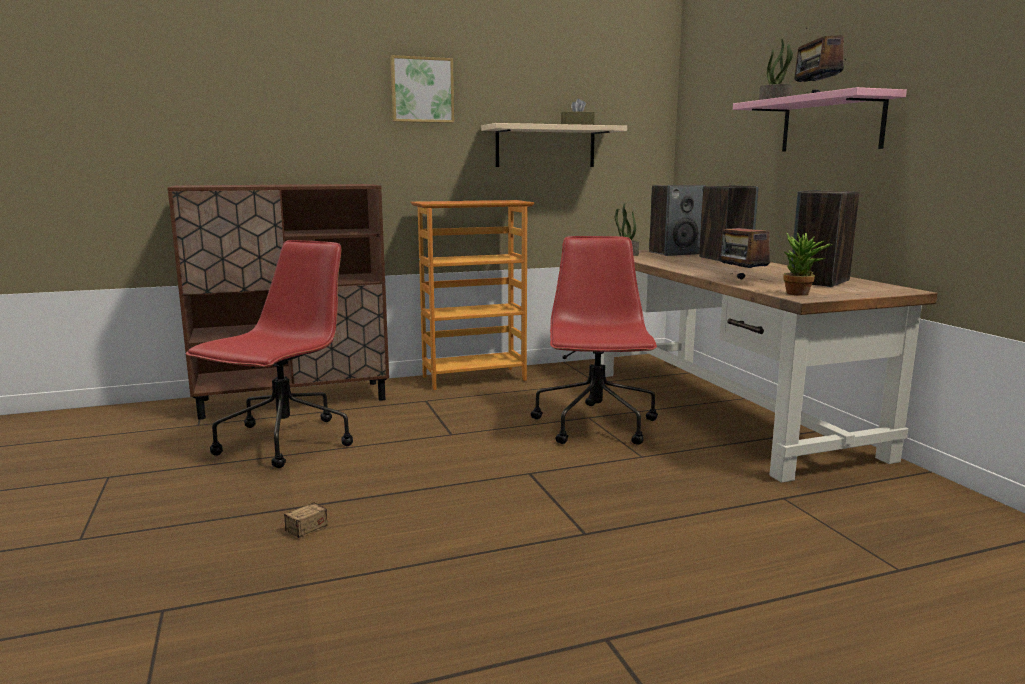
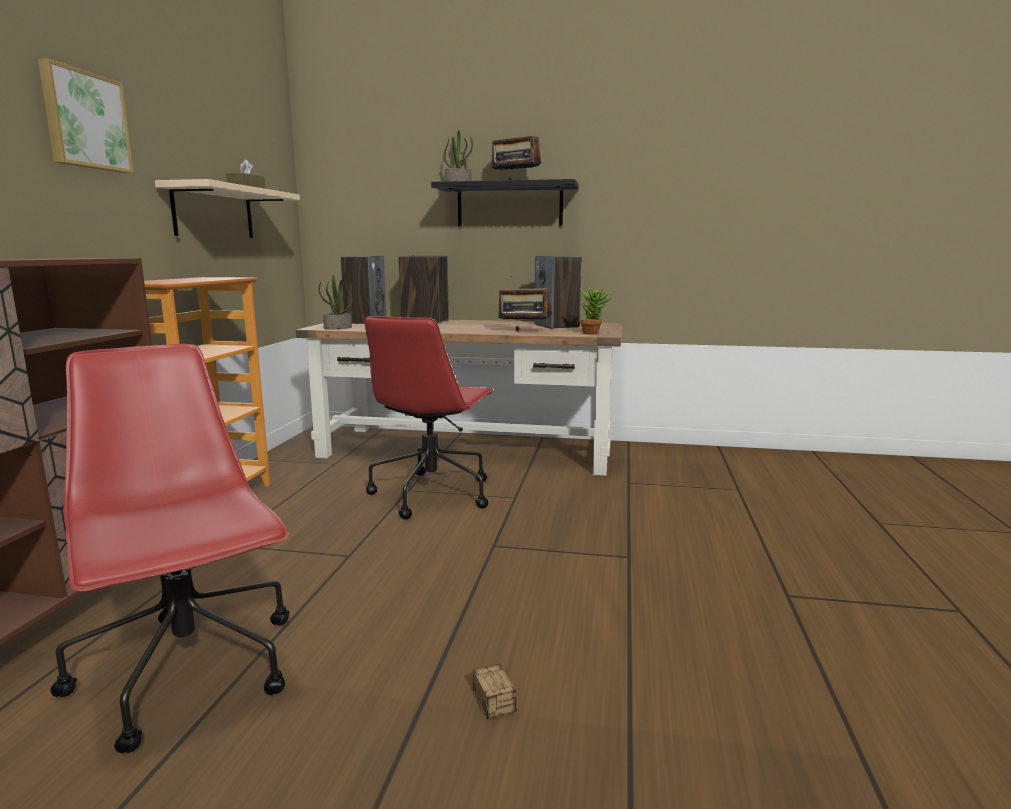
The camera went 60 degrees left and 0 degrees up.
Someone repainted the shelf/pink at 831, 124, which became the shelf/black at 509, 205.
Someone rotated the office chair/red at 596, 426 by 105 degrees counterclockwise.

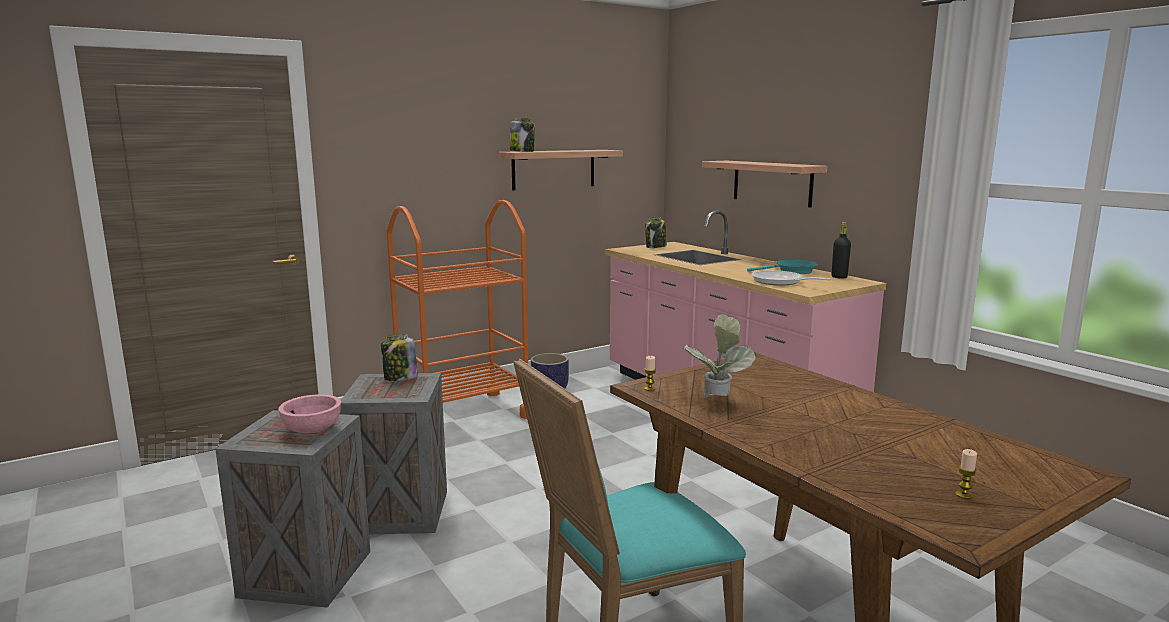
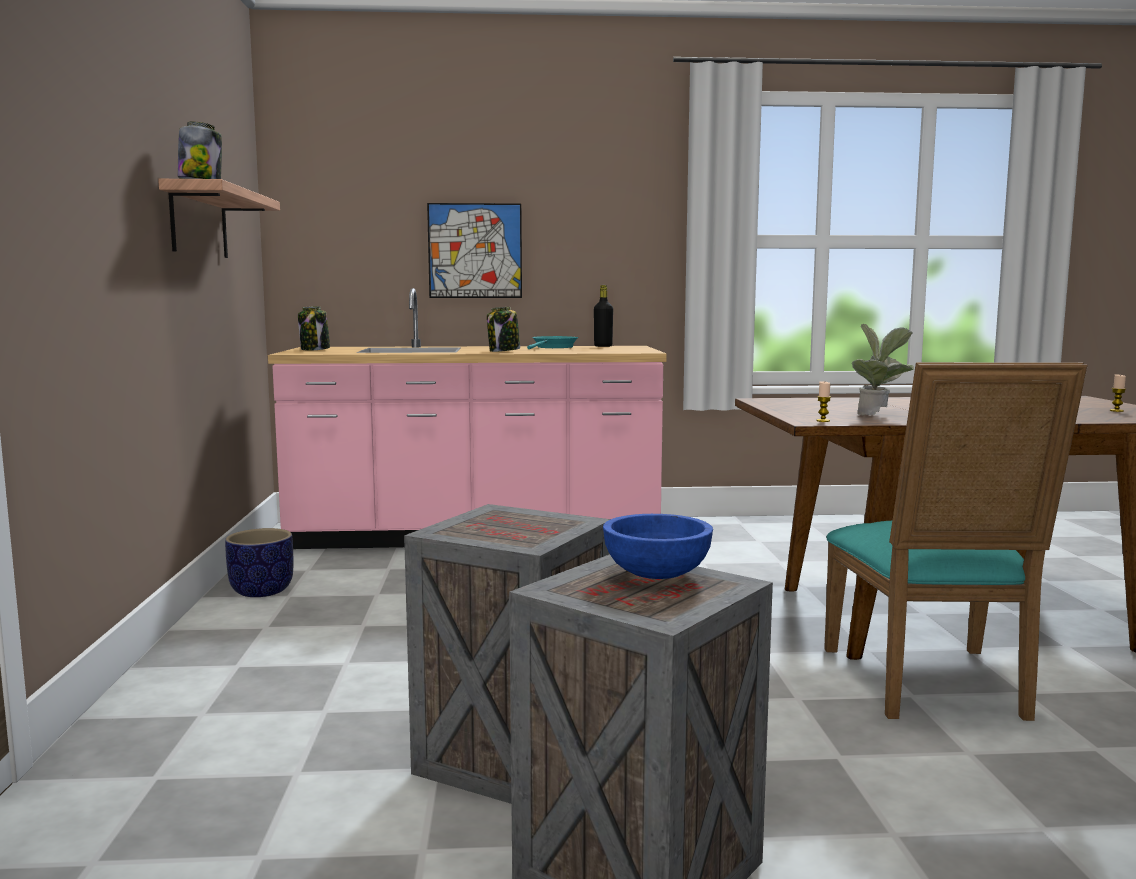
The camera went 60 degrees left and 5 degrees down.
Someone swapped the shelf at 772, 183 for the picture at 475, 251.
Someone took away the cart/orange at 463, 415.
Someone took away the frying pan at 780, 282.
Someone carried the jar from 400, 378 to 504, 351.
Someone repainted the bowl/pink at 312, 429, which became the bowl/blue at 656, 575.

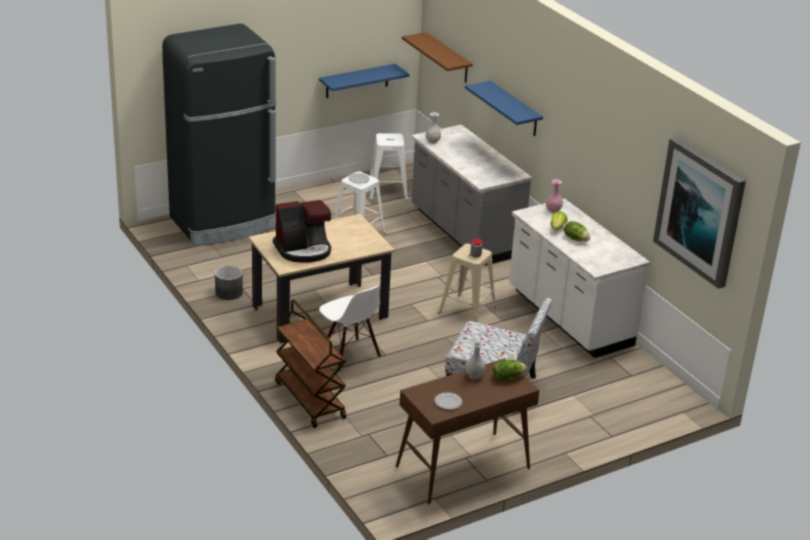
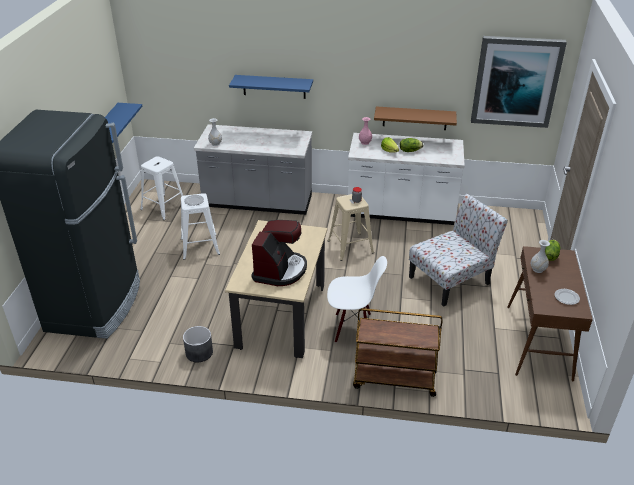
The camera went 50 degrees left and 5 degrees up.
Someone carried the shelf/brown from 448, 58 to 414, 118.

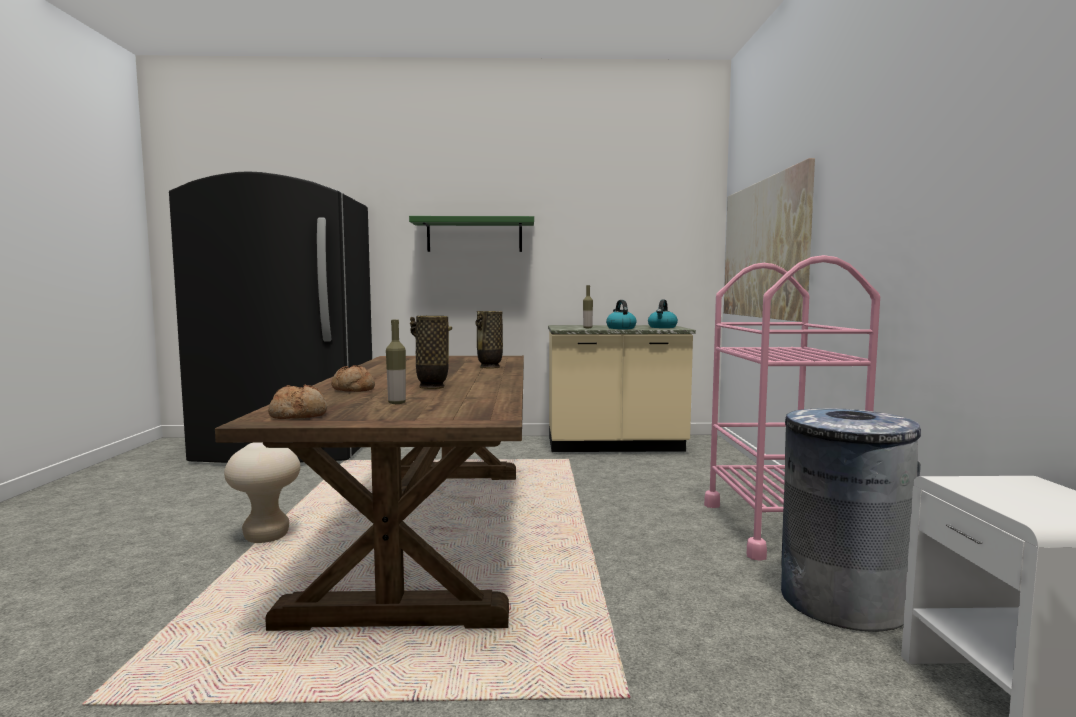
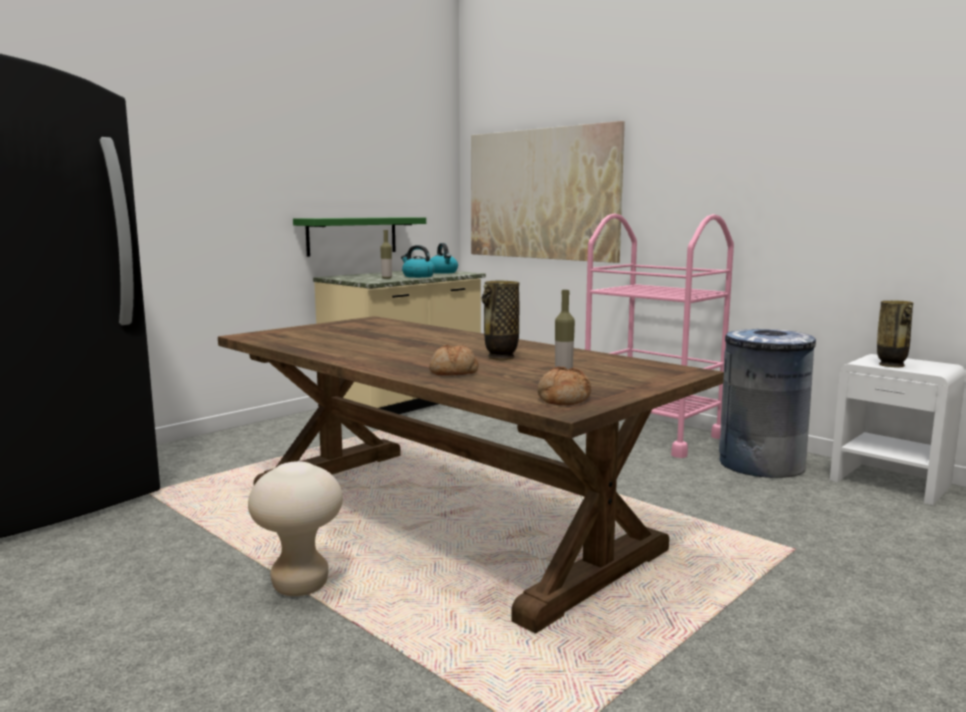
The camera went 45 degrees left and 5 degrees up.
Someone carried the shelf/green from 474, 235 to 352, 236.
Someone carried the vase from 489, 367 to 891, 365.

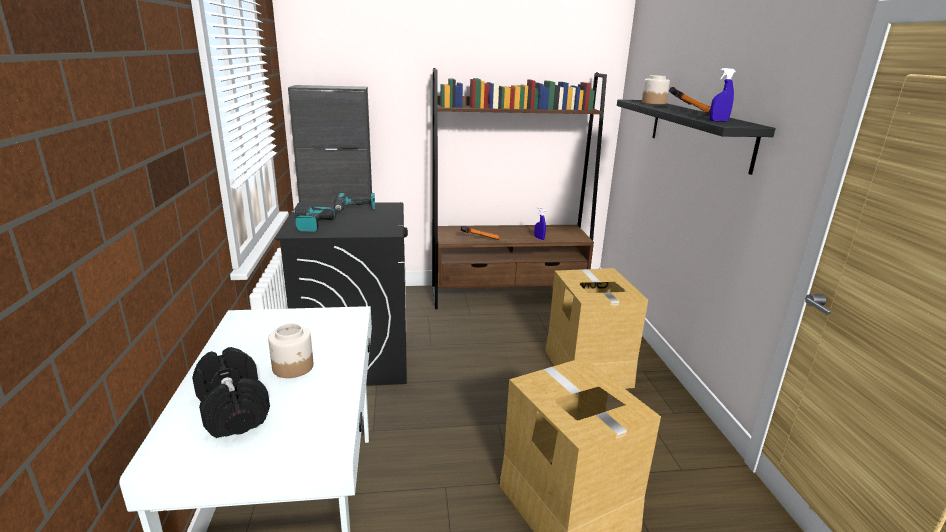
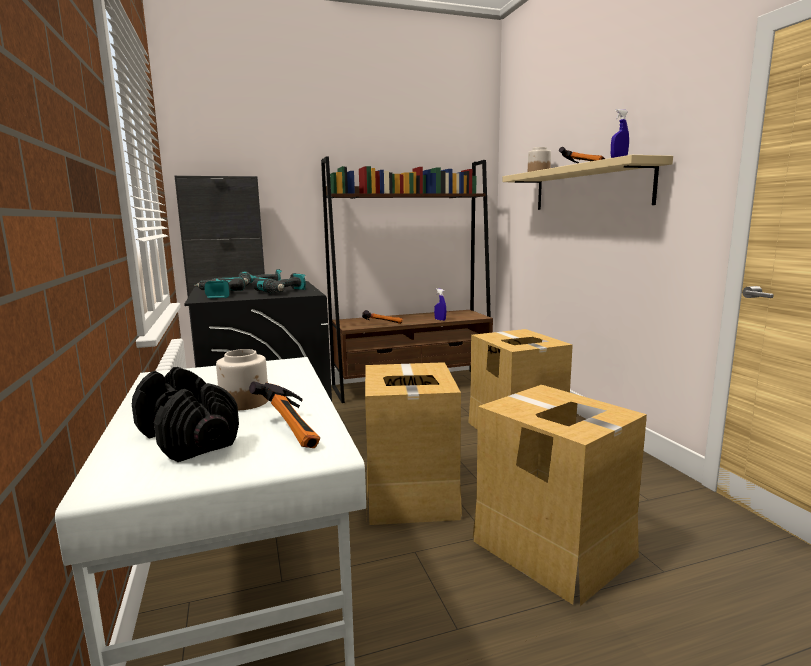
The camera went 10 degrees left and 10 degrees down.
Someone repainted the shelf/black at 698, 132, which became the shelf/beige at 589, 188.
Someone put down the power drill at 284, 292.
Someone put down the cardboard box at 409, 493.
Someone put down the hammer at 295, 430.

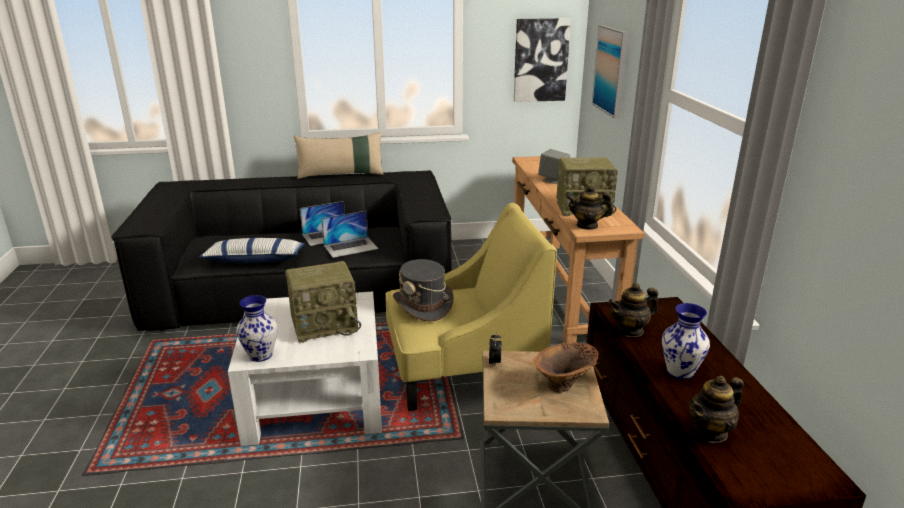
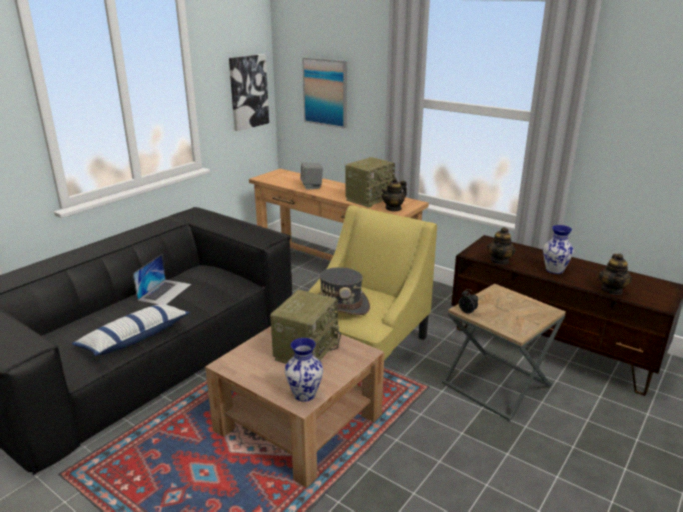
The camera went 45 degrees left and 0 degrees up.
Someone took away the pillow/beige at 341, 175.
Someone took away the laptop at 351, 247.
Someone repainted the coffee table/white at 315, 397, which became the coffee table/brown at 299, 423.
Someone took away the vase/brown at 565, 385.

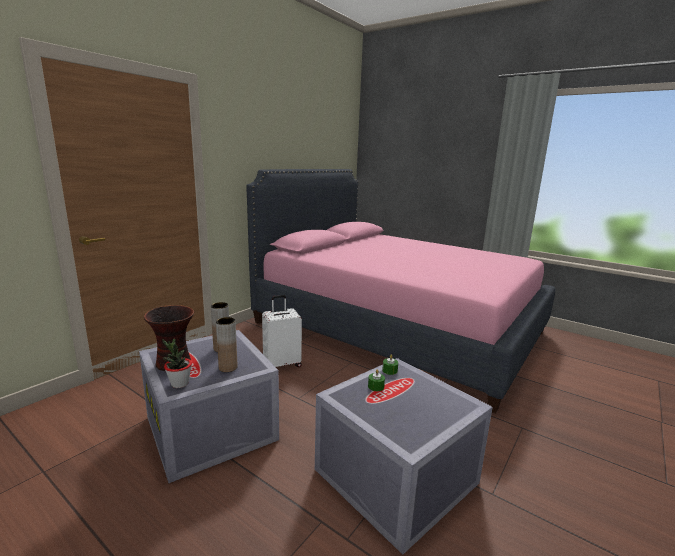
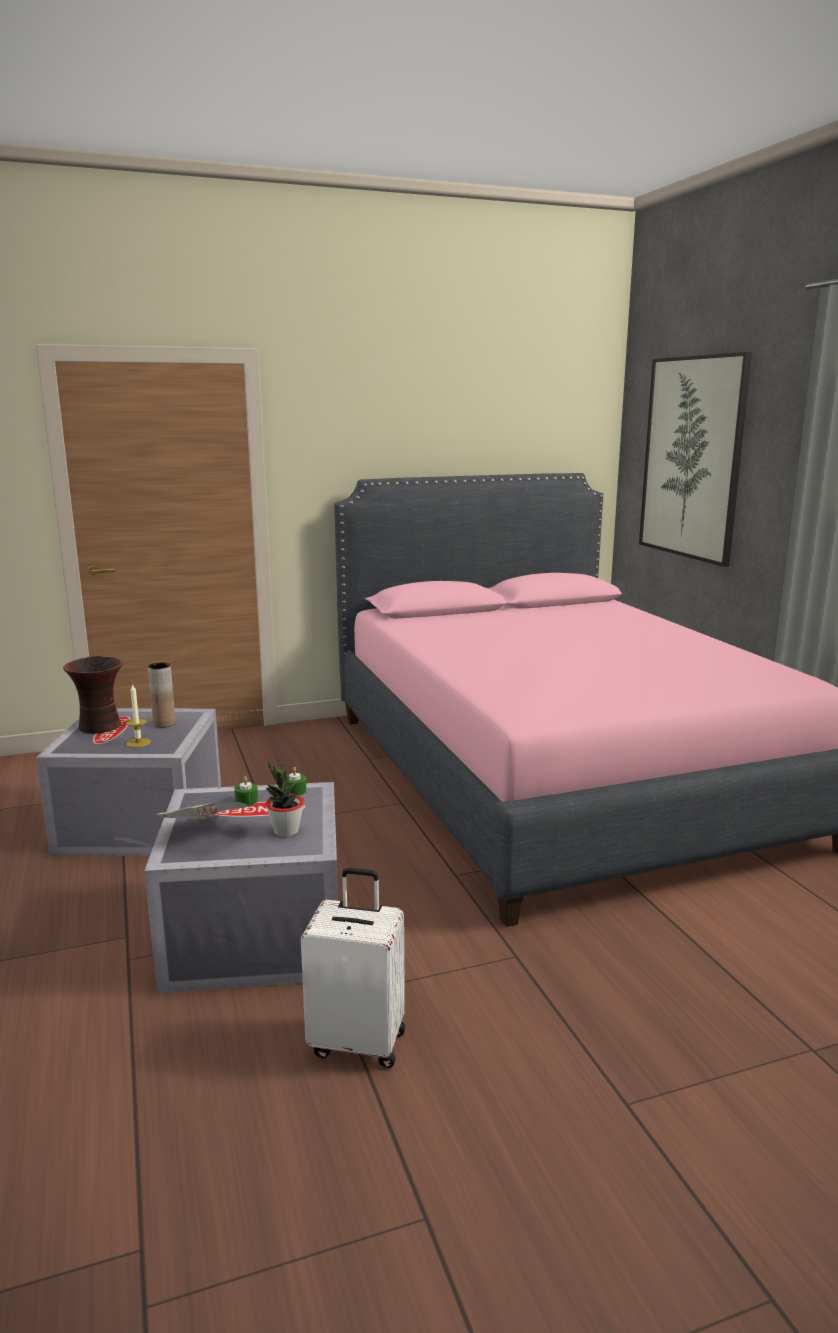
The camera went 35 degrees right and 0 degrees up.
Someone carried the suitcase/white from 282, 364 to 358, 1041.
Someone swapped the vase/brown at 228, 367 for the candle at 138, 743.
Someone carried the potted plant from 179, 384 to 286, 831.
Someone put up the picture at 692, 458.
Someone put down the newspaper at 205, 833.

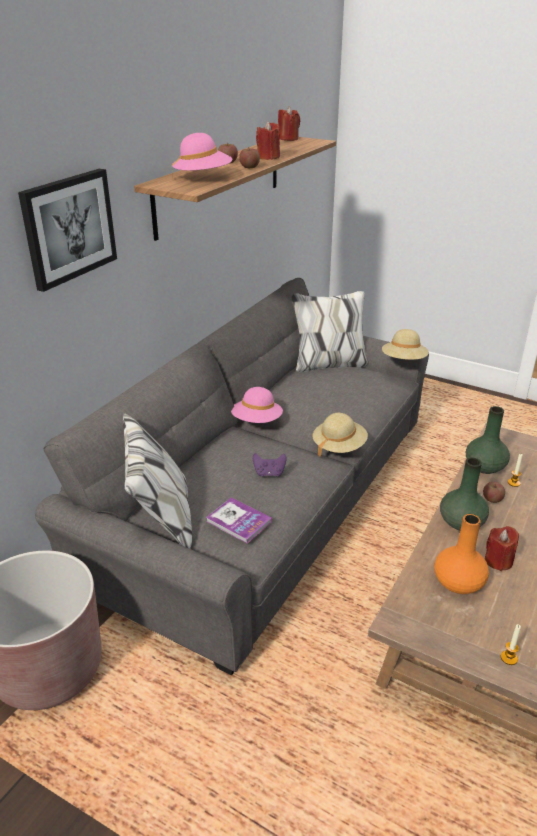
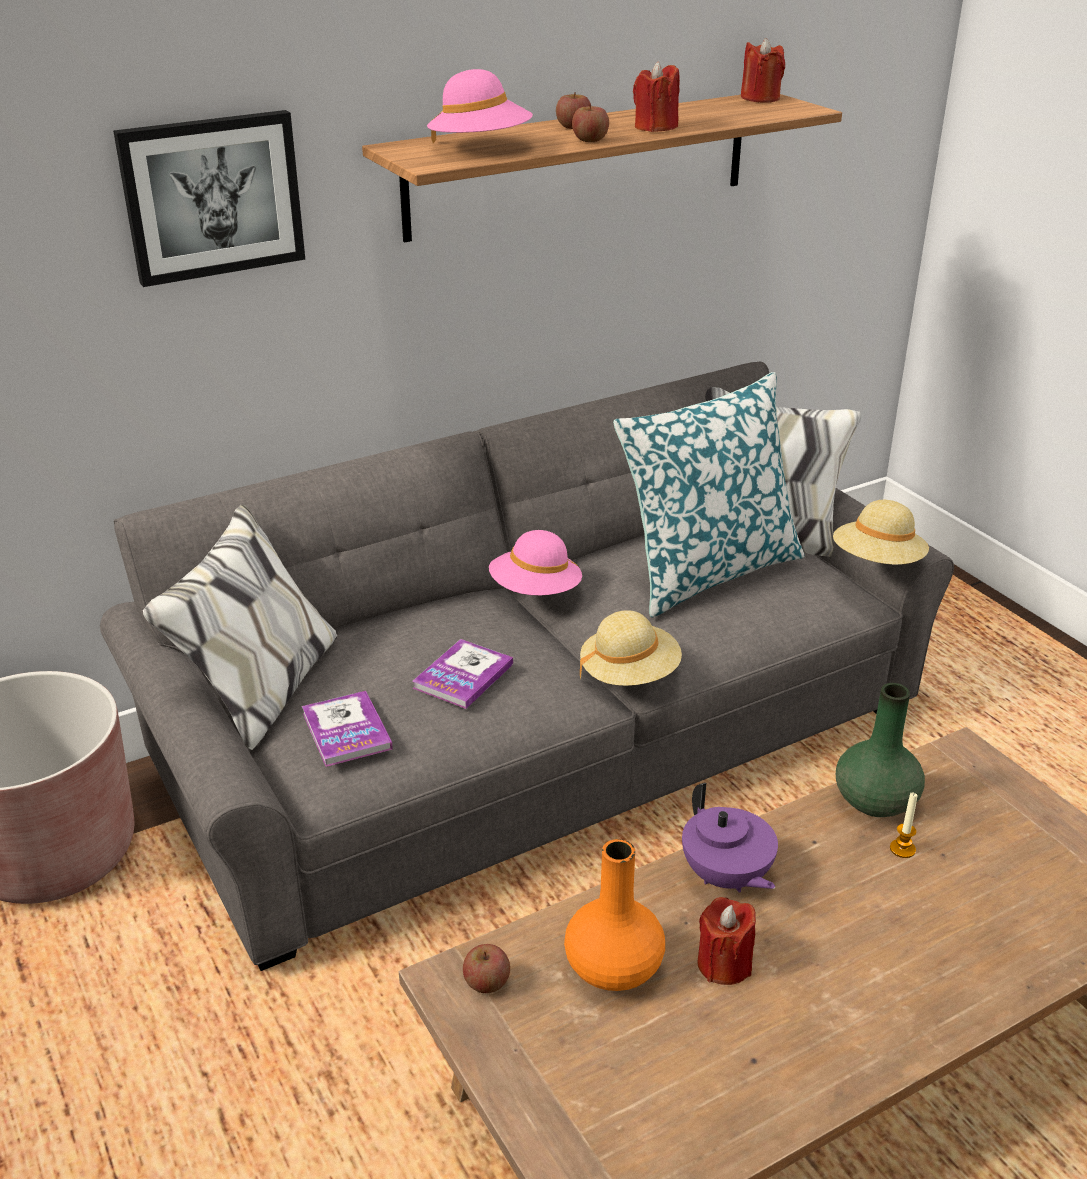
The camera went 30 degrees right and 0 degrees up.
Someone swapped the game controller/purple at 269, 473 for the book at 463, 676.
Someone swapped the vase/green at 461, 523 for the teapot/purple at 726, 877.
Someone carried the apple from 492, 499 to 486, 982.
Someone took away the candle at 509, 658.
Someone put down the pillow at 707, 571.

